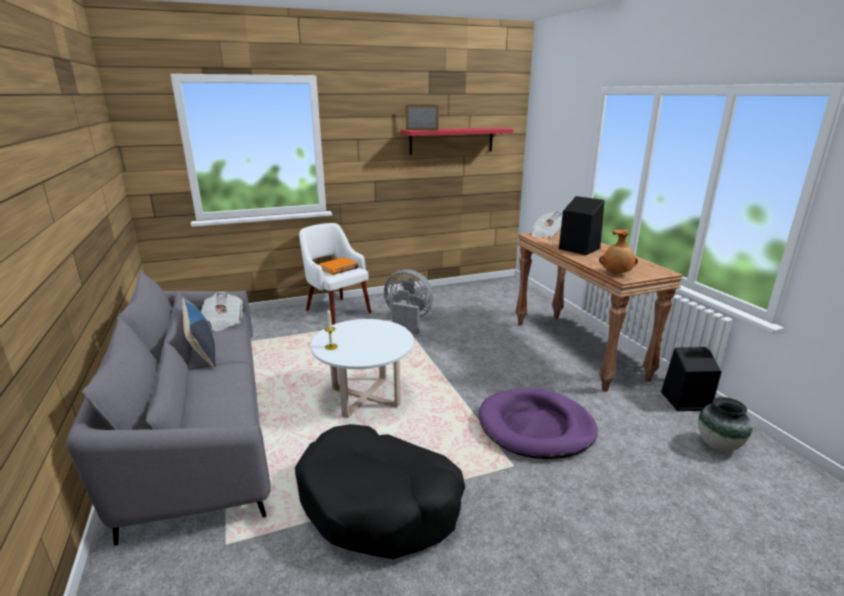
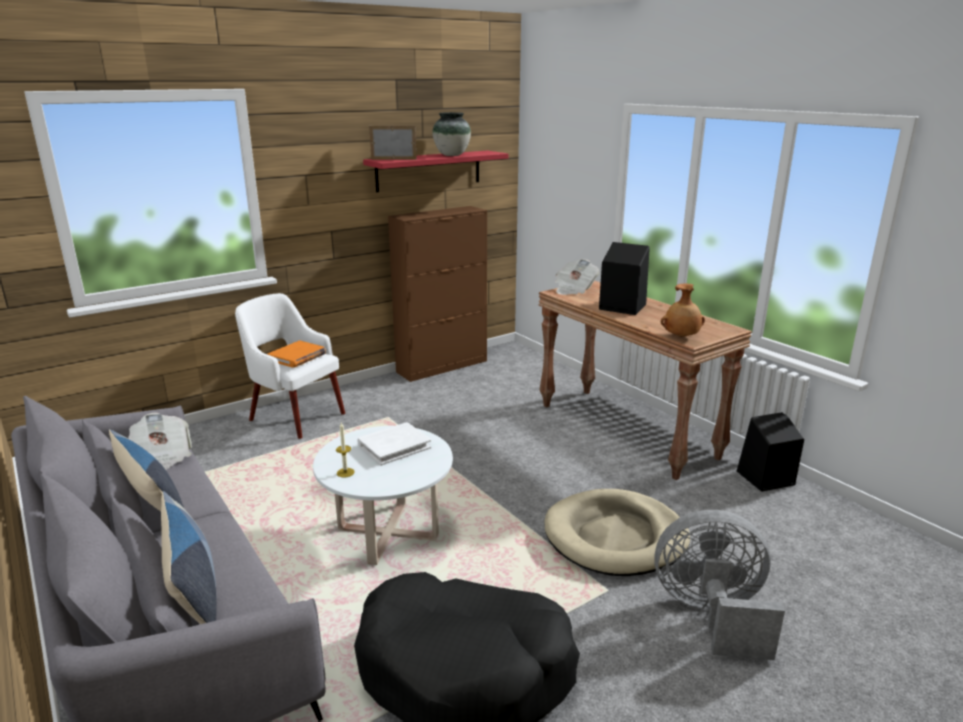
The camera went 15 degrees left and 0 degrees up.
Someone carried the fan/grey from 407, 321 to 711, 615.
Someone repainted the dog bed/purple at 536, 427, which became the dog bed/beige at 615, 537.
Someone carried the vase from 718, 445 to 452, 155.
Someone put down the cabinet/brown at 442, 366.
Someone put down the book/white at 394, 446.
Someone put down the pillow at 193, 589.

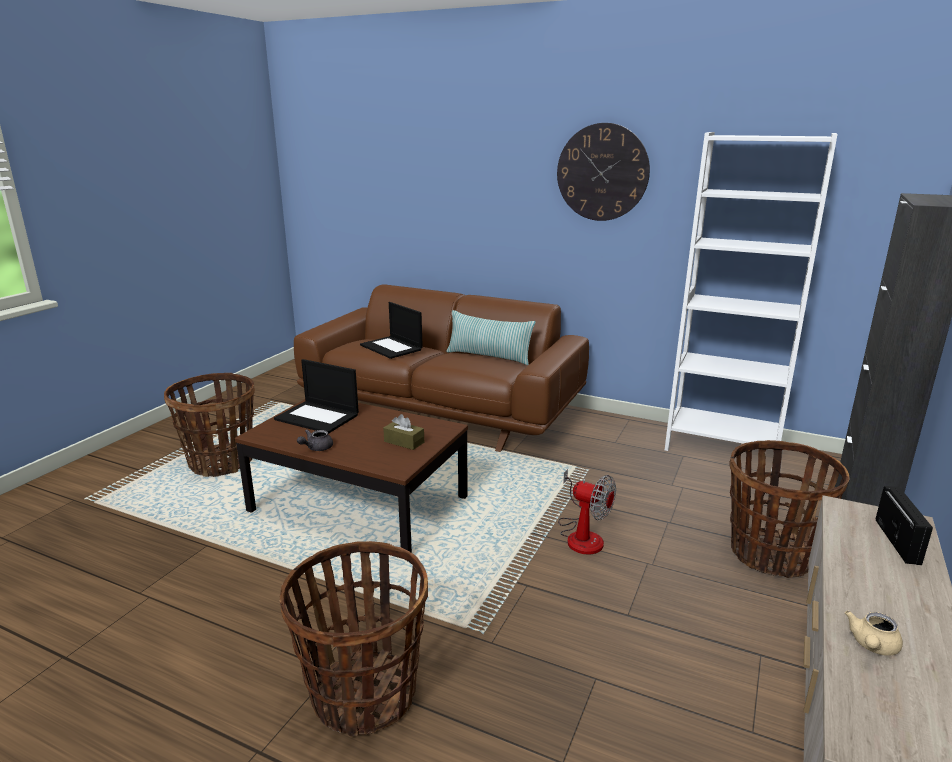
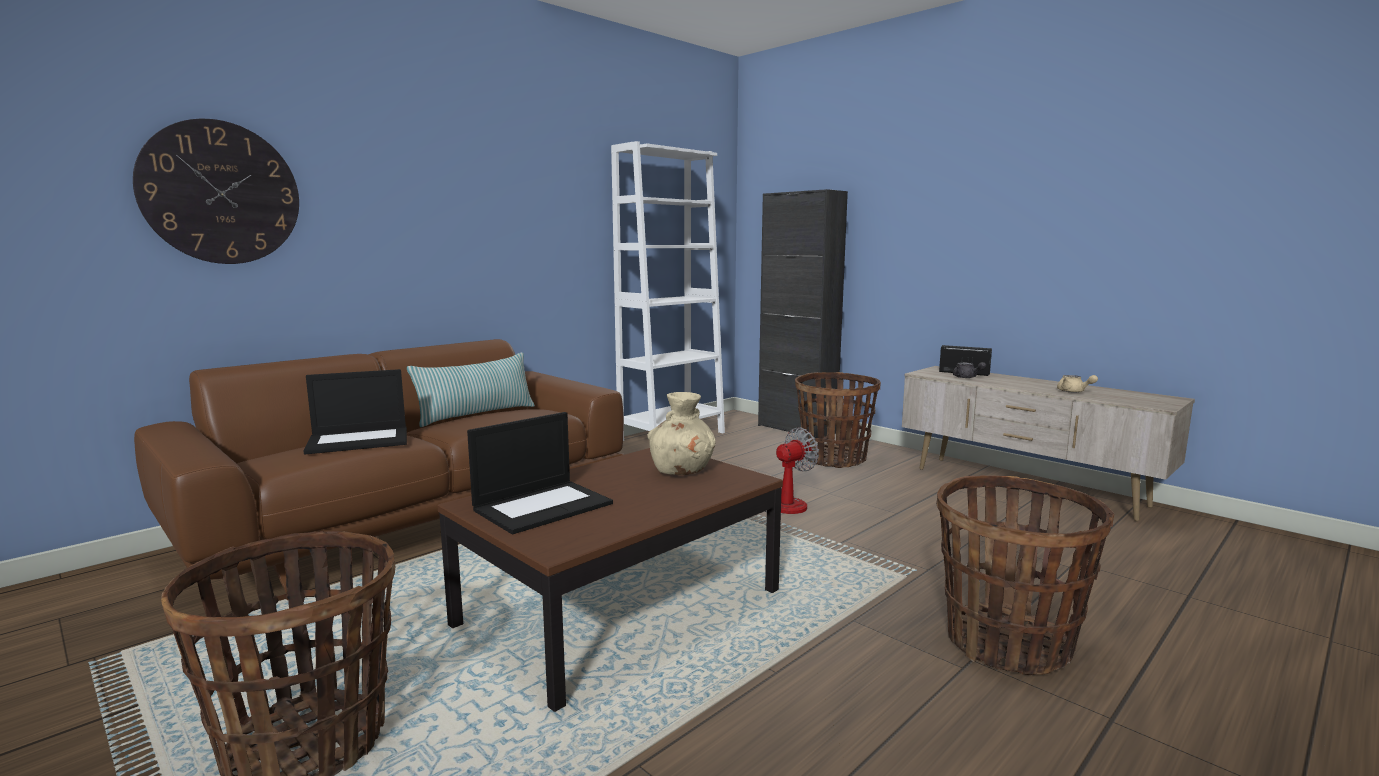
The camera went 70 degrees left and 10 degrees down.
Someone carried the wall clock from 602, 172 to 221, 193.
Someone swapped the tissue box/brown at 404, 442 for the vase/beige at 682, 471.
Someone carried the teapot/grey from 316, 448 to 967, 377.

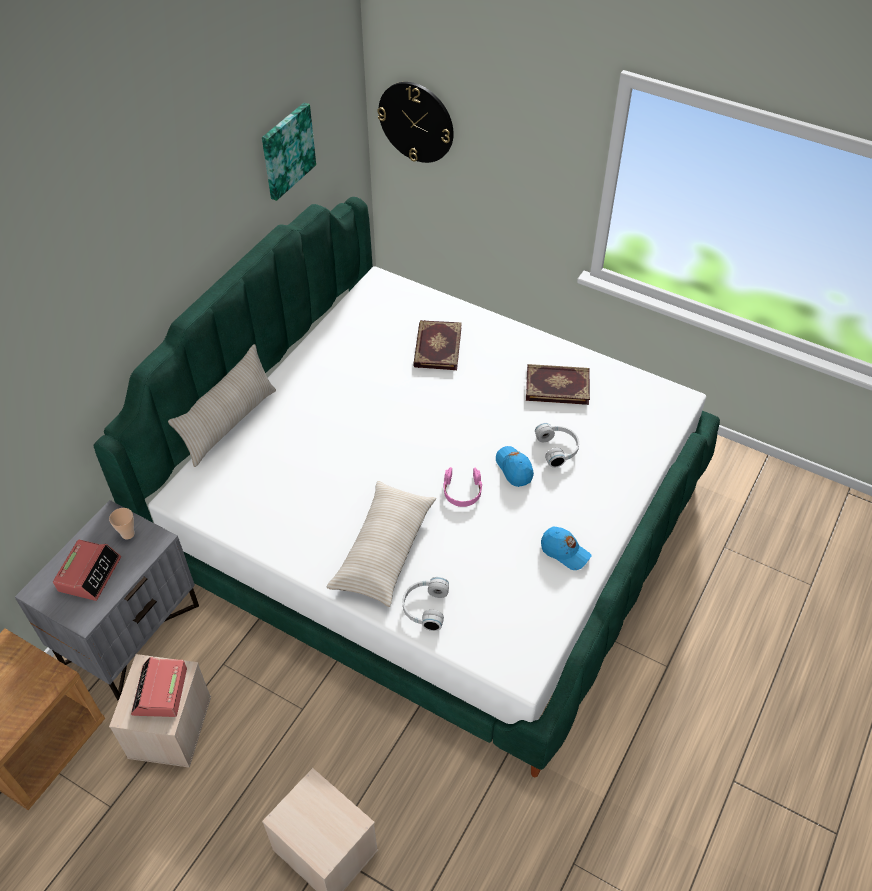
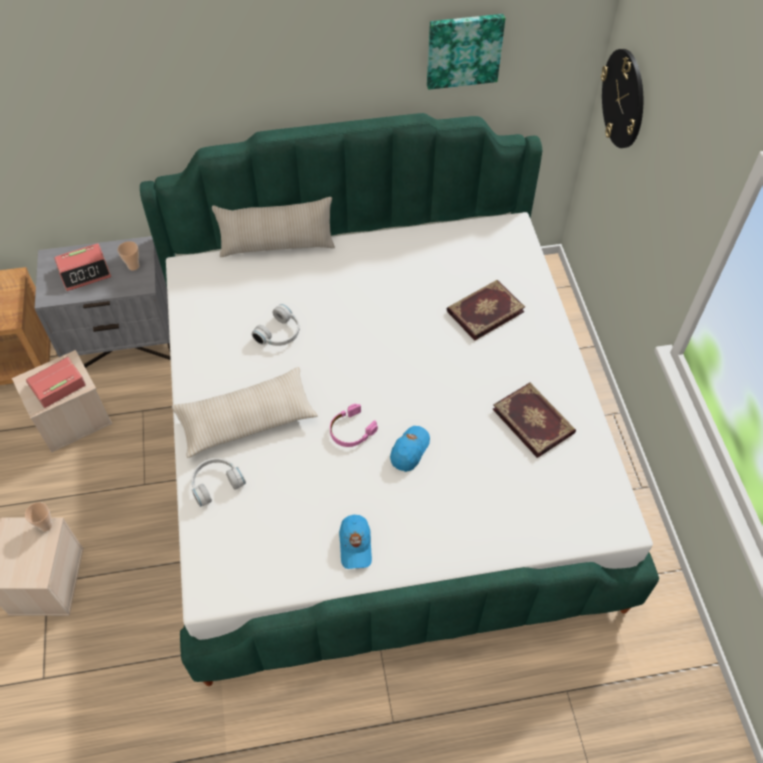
The camera went 50 degrees right and 5 degrees up.
Someone carried the headphones/white from 558, 449 to 280, 334.
Someone put down the cup at 45, 525.

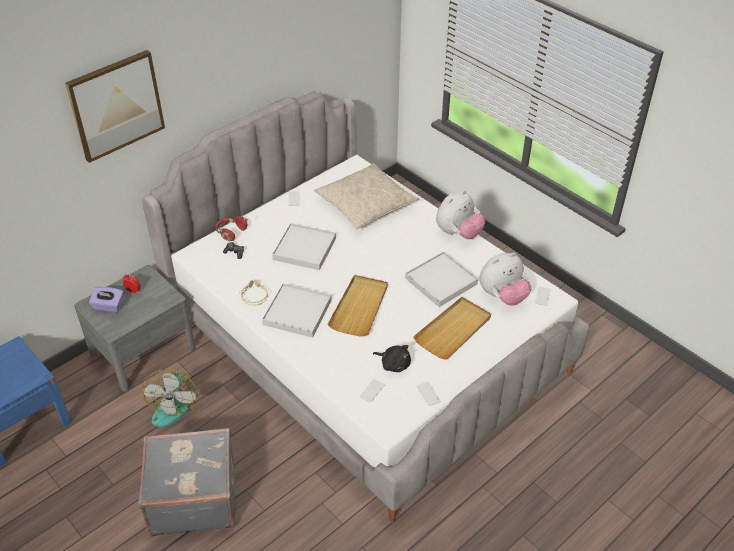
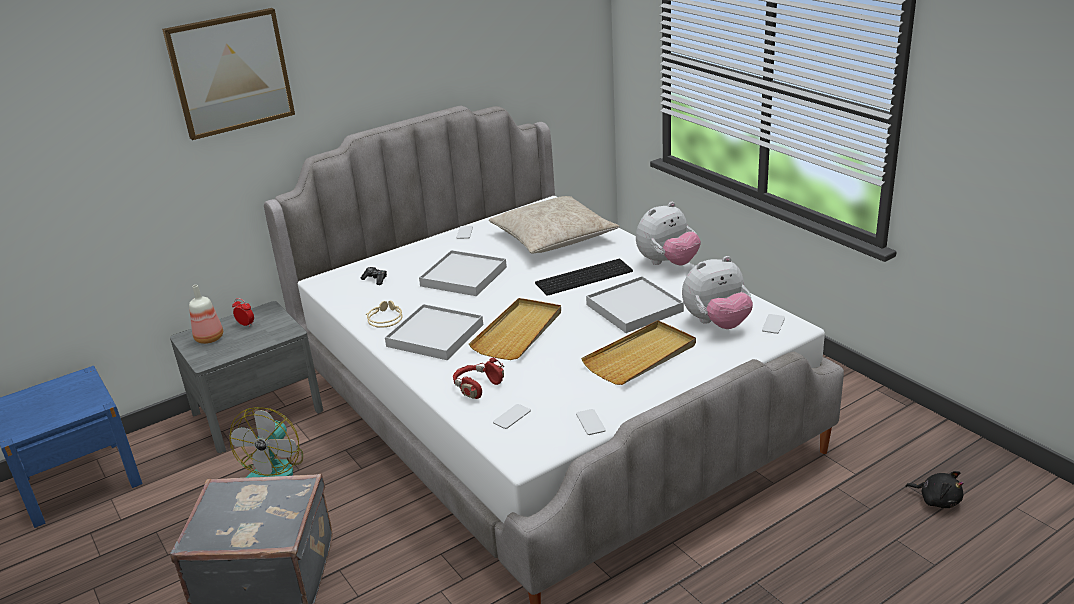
The camera went 10 degrees right and 15 degrees down.
Someone carried the headphones/red from 230, 232 to 476, 387.
Someone swapped the tissue box/purple at 108, 306 for the bottle at 210, 338.
Someone carried the plush toy/black from 394, 364 to 937, 500.
Someone put down the keyboard at 584, 276.

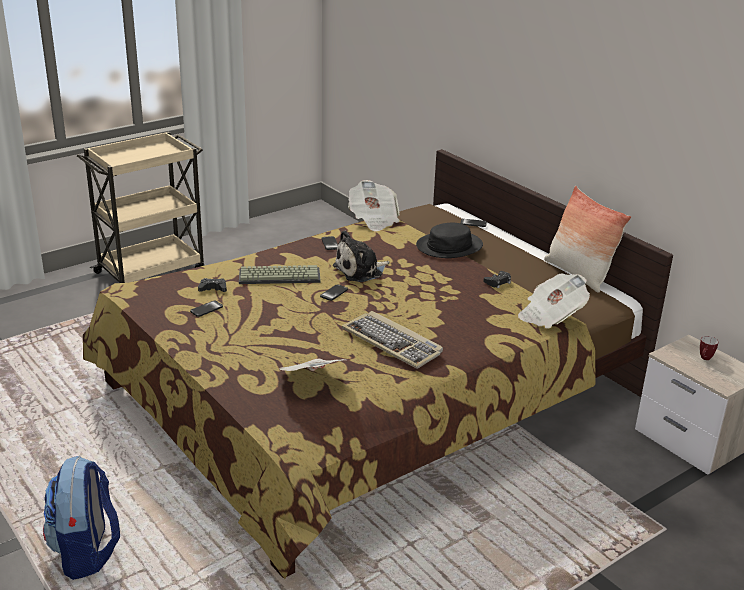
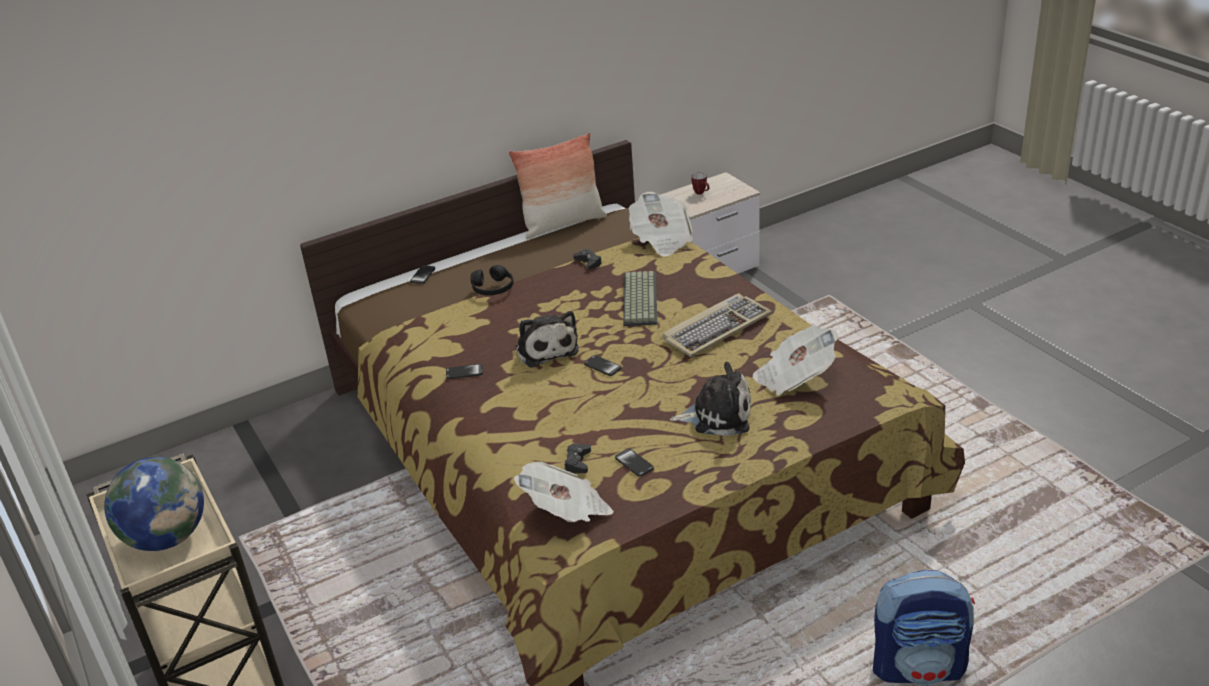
The camera went 80 degrees left and 5 degrees up.
Someone carried the newspaper from 373, 219 to 567, 511.
Someone swapped the hat/black at 449, 246 for the headphones/black at 493, 288.
Someone carried the keyboard from 280, 276 to 638, 299.
Someone put down the plush toy at 717, 415.
Someone put down the globe at 167, 537.

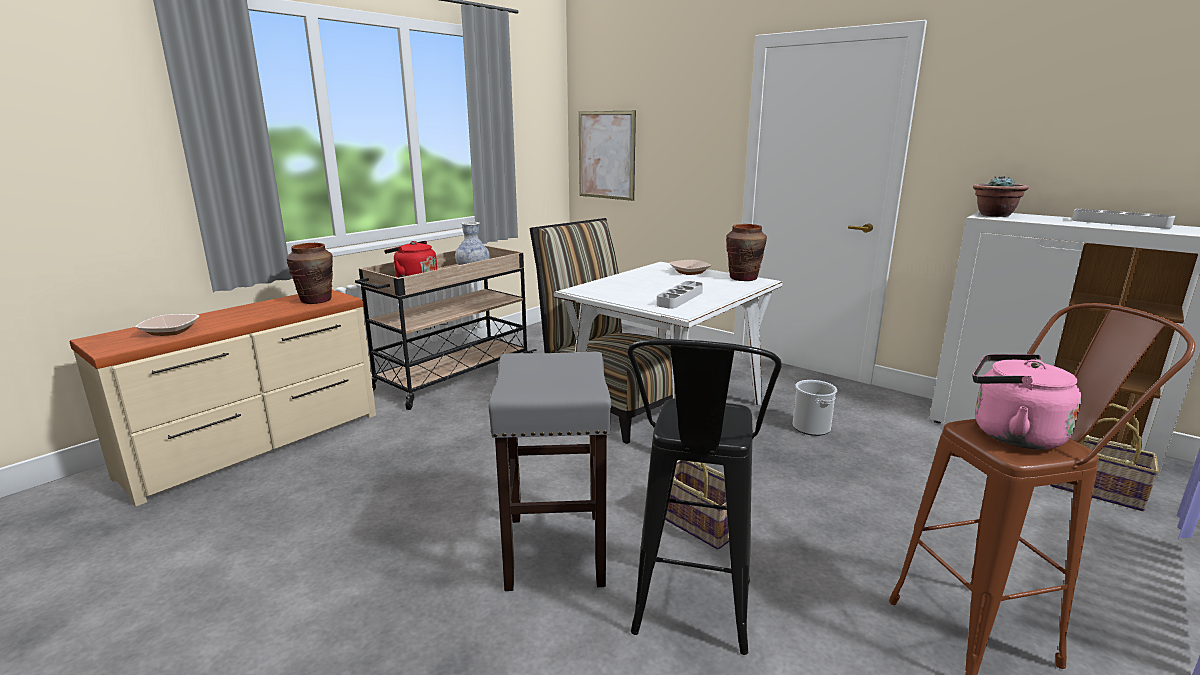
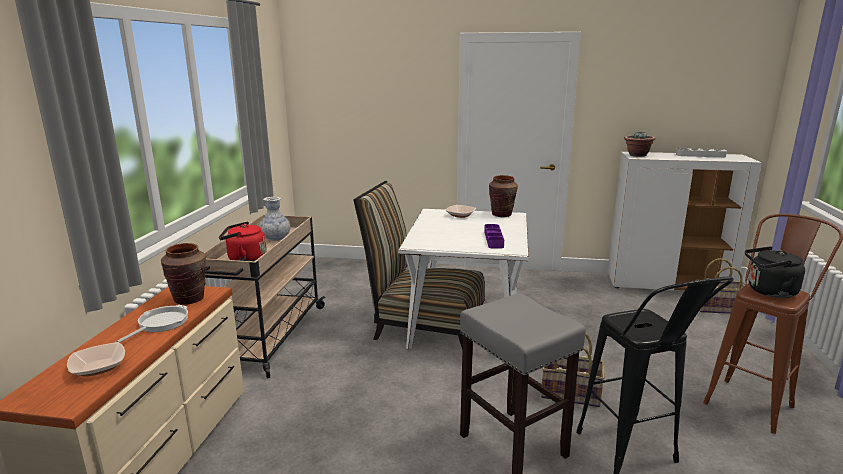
The camera went 30 degrees left and 0 degrees up.
Someone took away the picture at 606, 155.
Someone repainted the tray/grey at 680, 298, which became the tray/purple at 493, 239.
Someone repainted the kettle/pink at 1010, 434, which became the kettle/black at 768, 291.
Someone took away the bucket at 811, 427.
Someone put down the frying pan at 160, 324.

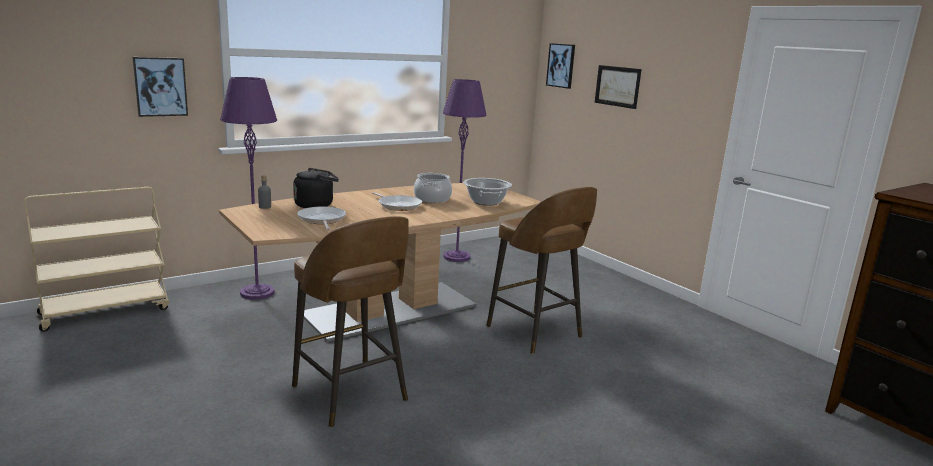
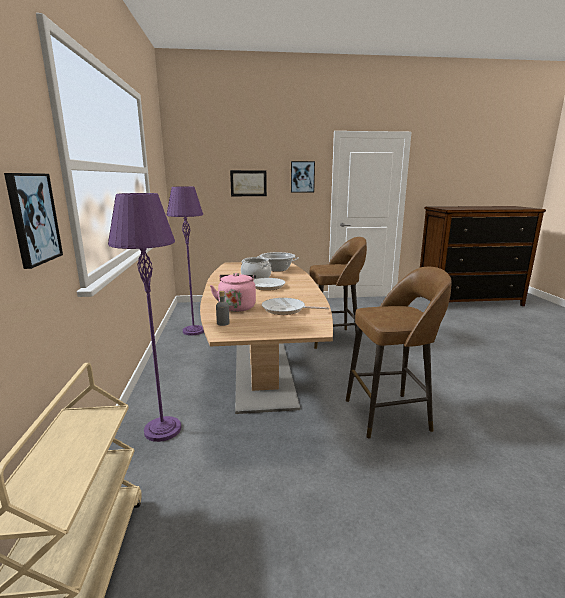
The camera went 60 degrees left and 0 degrees up.
Someone carried the picture from 561, 65 to 302, 177.
Someone repainted the kettle/black at 316, 205, which became the kettle/pink at 237, 307.

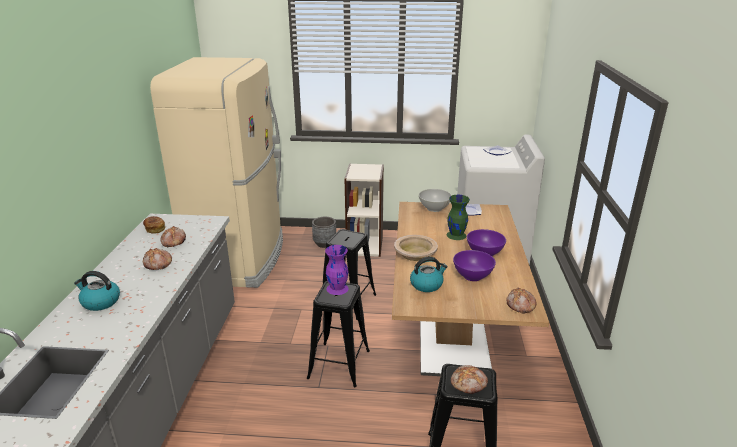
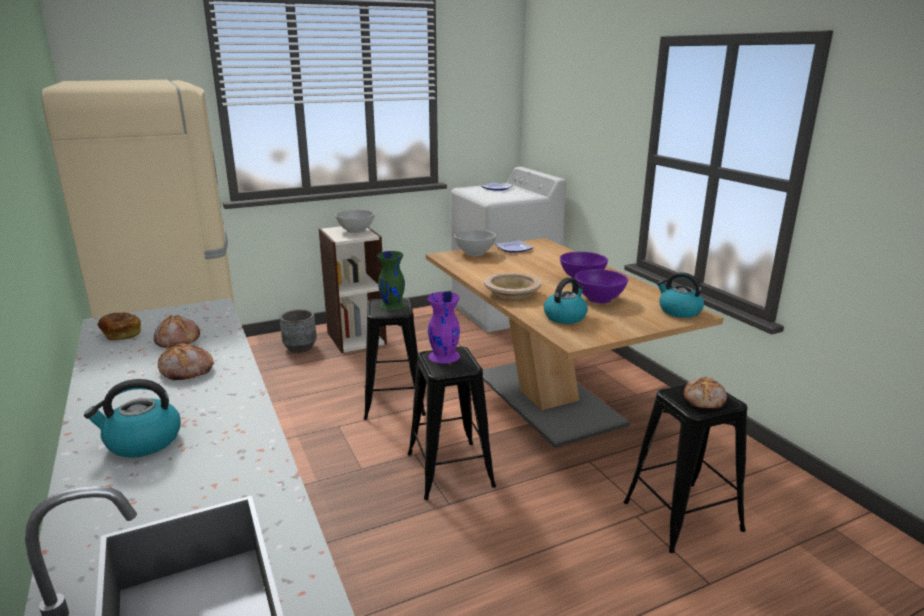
The camera went 30 degrees left and 5 degrees down.
Someone carried the vase/green from 456, 235 to 393, 305.
Someone swapped the bread at 520, 305 for the kettle at 679, 311.
Someone put down the bowl/white at 356, 231.

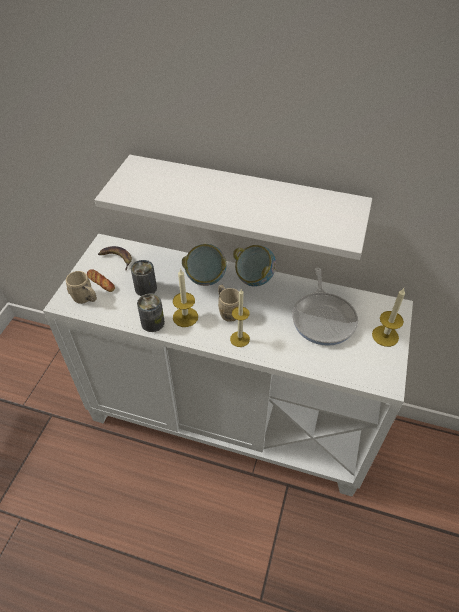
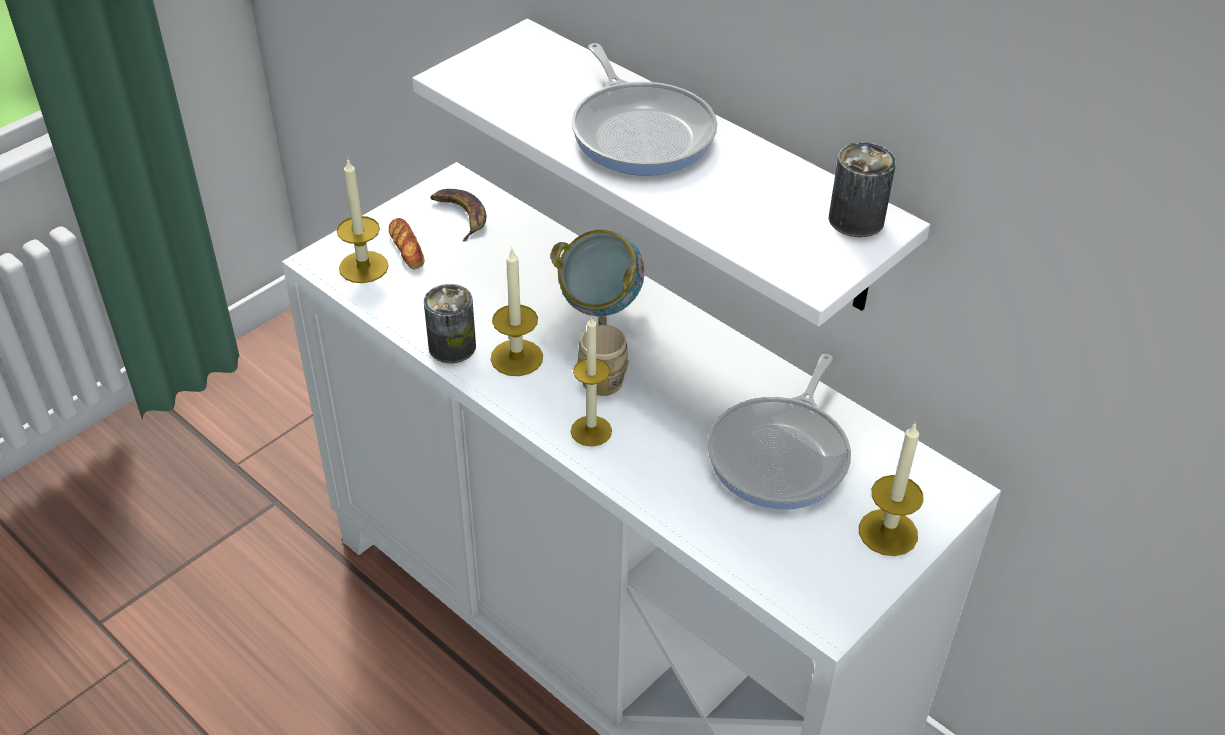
The camera went 25 degrees right and 5 degrees down.
Someone took away the bowl at 254, 279.
Someone carried the can from 145, 288 to 856, 219.
Someone swapped the mug/beige at 86, 299 for the candle at 363, 267.
Someone put down the frying pan at 641, 132.

